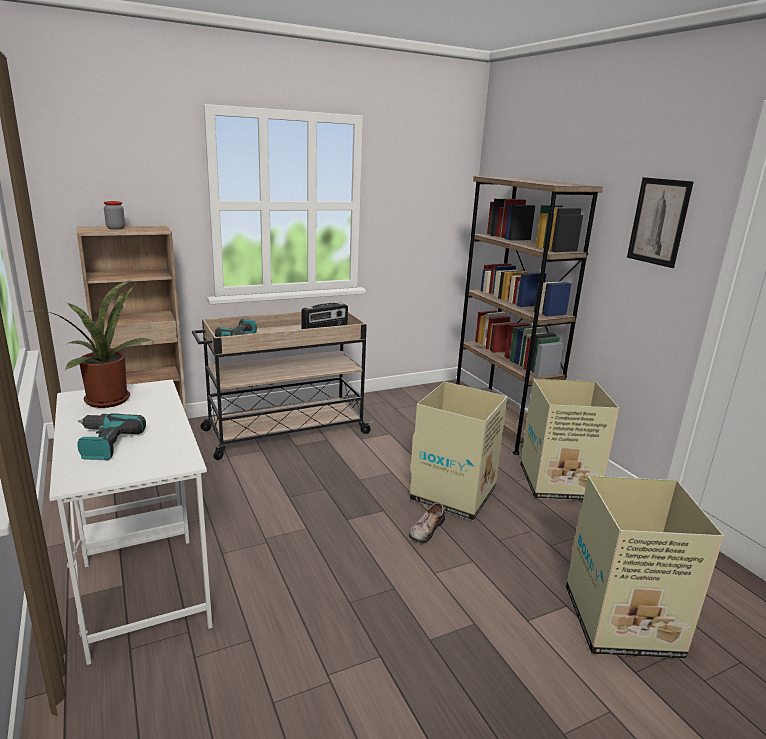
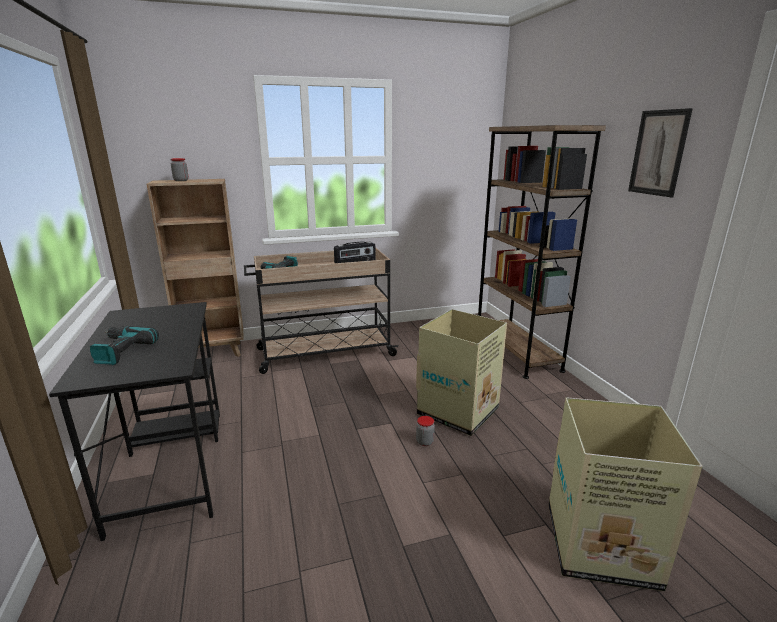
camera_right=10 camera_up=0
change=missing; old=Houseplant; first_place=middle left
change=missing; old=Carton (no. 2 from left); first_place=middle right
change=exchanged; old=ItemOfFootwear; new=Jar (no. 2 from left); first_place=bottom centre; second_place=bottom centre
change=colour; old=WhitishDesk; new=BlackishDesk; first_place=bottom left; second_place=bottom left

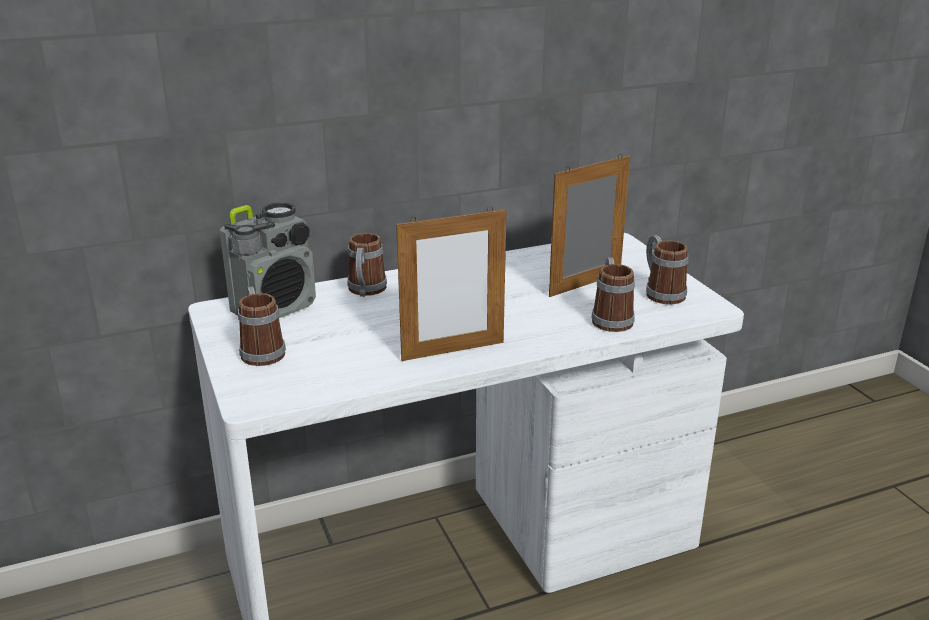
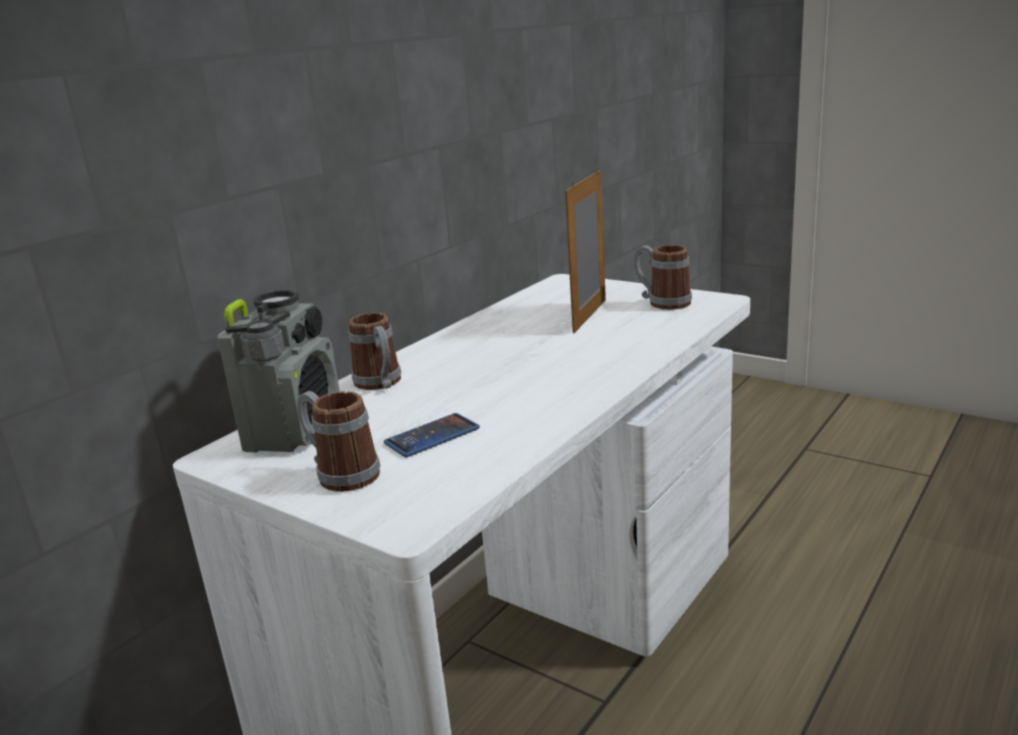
camera_right=-30 camera_up=-5
change=missing; old=PhotoFrame (no. 1 from left); first_place=centre
change=missing; old=Mug (no. 3 from left); first_place=centre
change=appeared; new=Telephone; second_place=centre

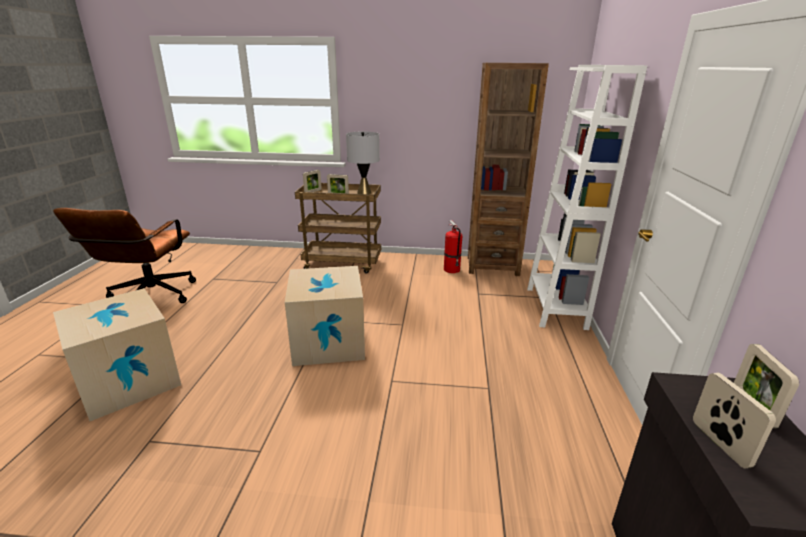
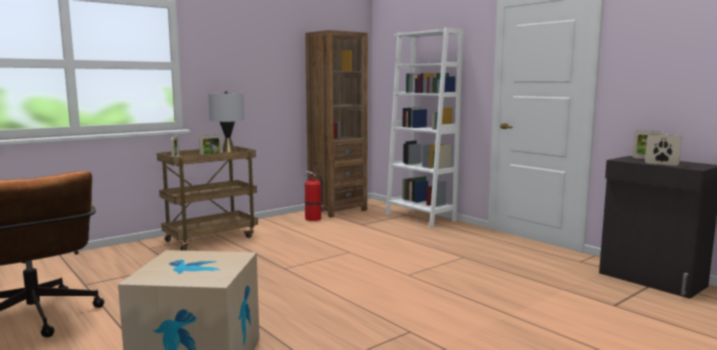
camera_right=-45 camera_up=-15
change=missing; old=Carton (no. 2 from left); first_place=centre

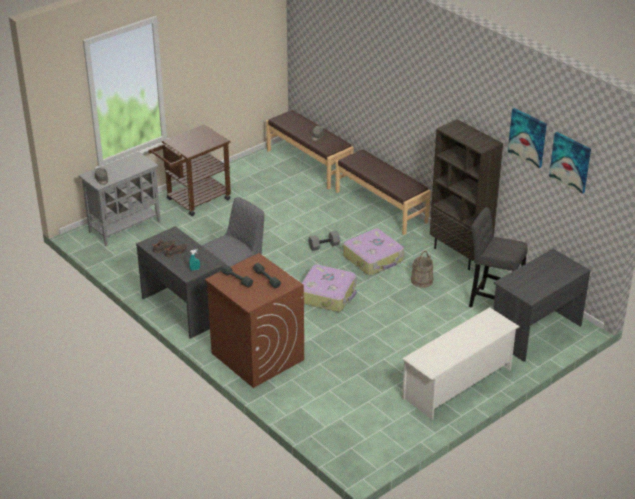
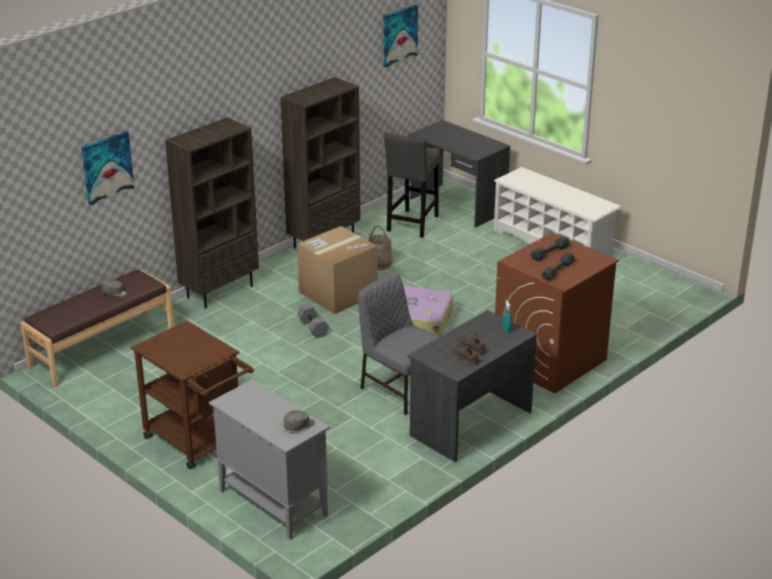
camera_right=-95 camera_up=-5
change=relocated; old=WallPicture (no. 1 from left); first_place=top right; second_place=top left
change=exchanged; old=BrownishLongSeat (no. 2 from left); new=BrownishShelvingUnit (no. 1 from left); first_place=centre; second_place=middle left
change=exchanged; old=Suitcase (no. 2 from left); new=Carton; first_place=centre; second_place=centre

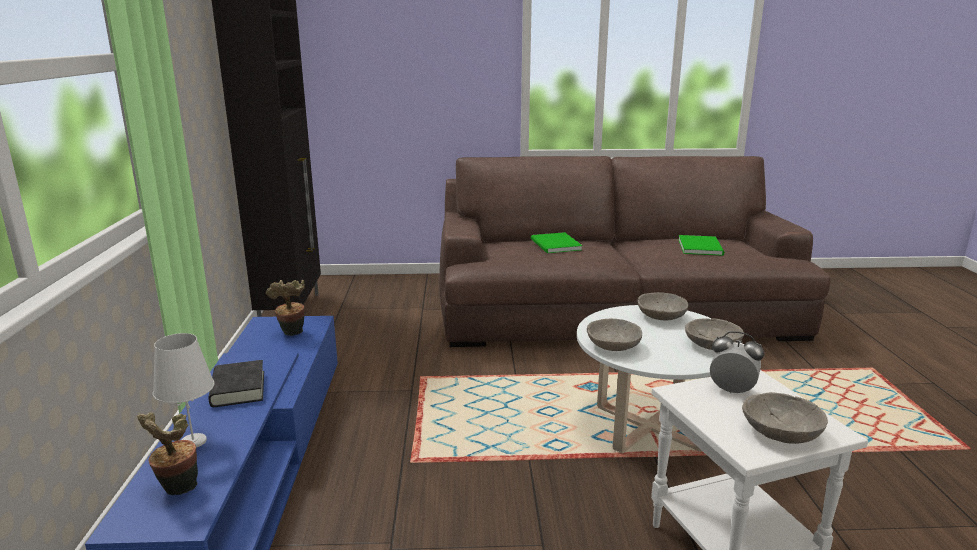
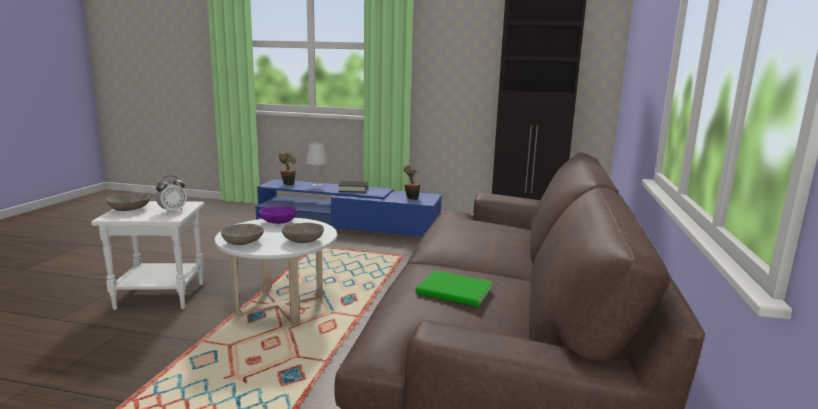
camera_right=105 camera_up=-5
change=missing; old=GreenBook (no. 1 from left); first_place=centre
change=colour; old=GreyishServingBowl (no. 1 from left); new=PurpleColouredServingBowl; first_place=centre; second_place=centre

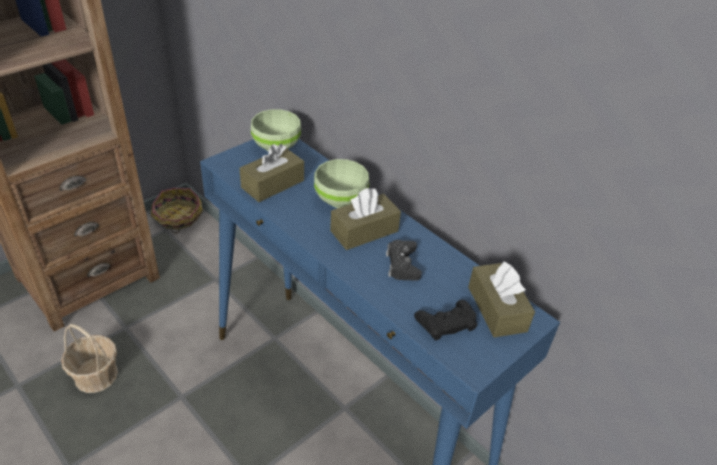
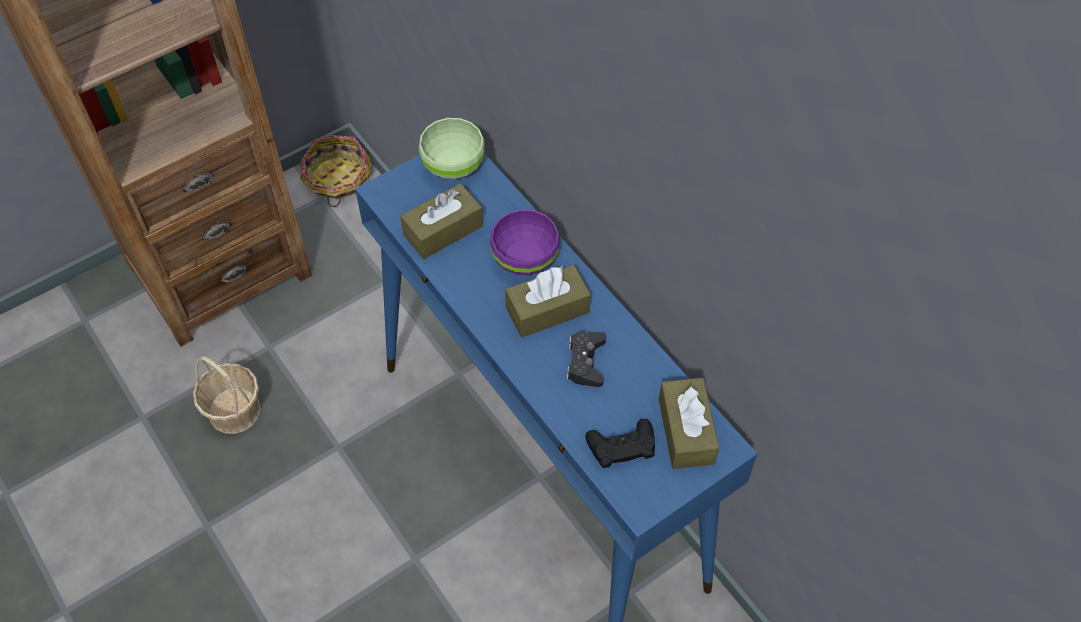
camera_right=10 camera_up=15
change=colour; old=GreenServingBowl (no. 2 from left); new=PurpleColouredServingBowl; first_place=centre; second_place=centre

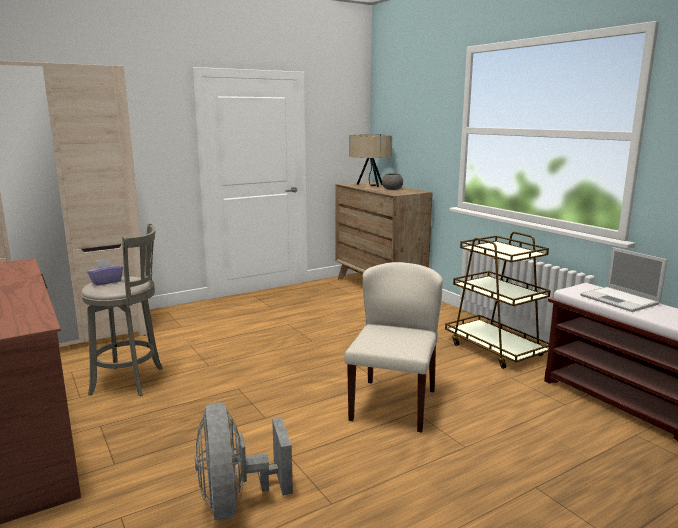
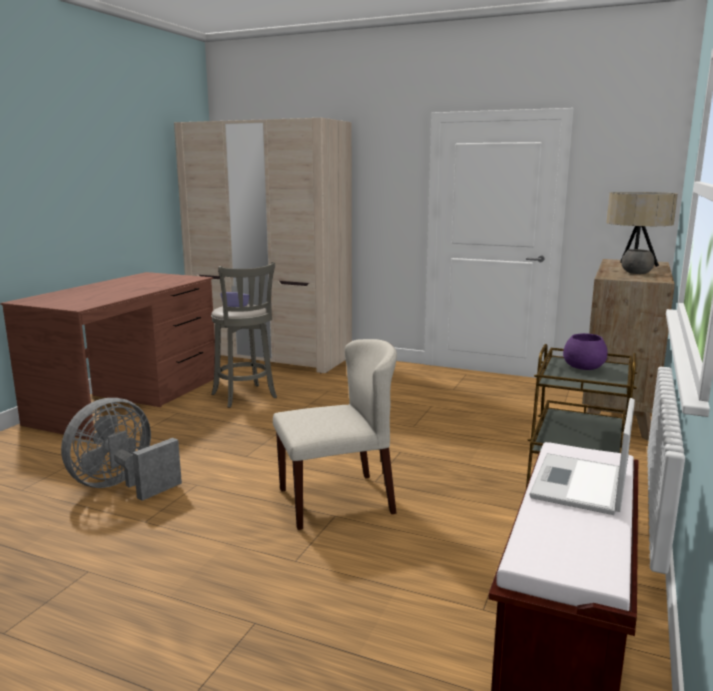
camera_right=55 camera_up=0
change=appeared; new=PurpleColouredServingBowl; second_place=middle right

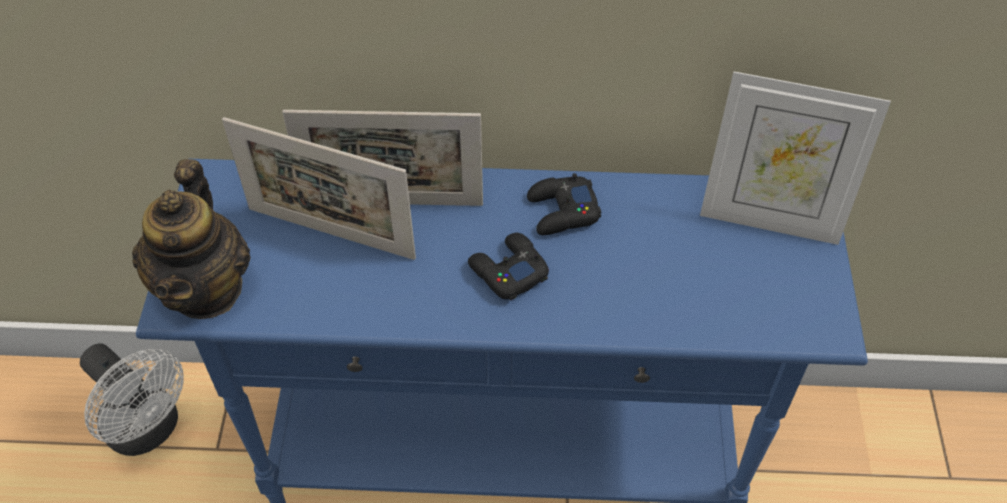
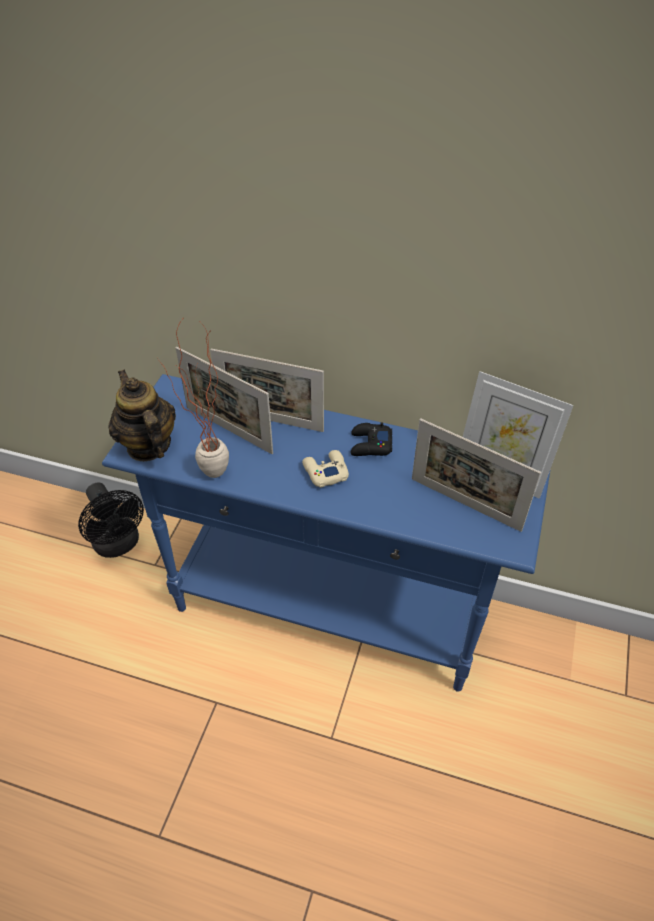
camera_right=15 camera_up=-5
change=appeared; new=Houseplant; second_place=middle left
change=appeared; new=PhotoFrame (no. 3 from left); second_place=middle right
change=colour; old=WhitishFan; new=BlackishFan; first_place=bottom left; second_place=middle left
change=colour; old=BlackishGamepad (no. 1 from left); new=BeigeGamepad; first_place=centre; second_place=centre
change=spun; old=TeaPot; first_place=middle left; second_place=middle left; degrees=135

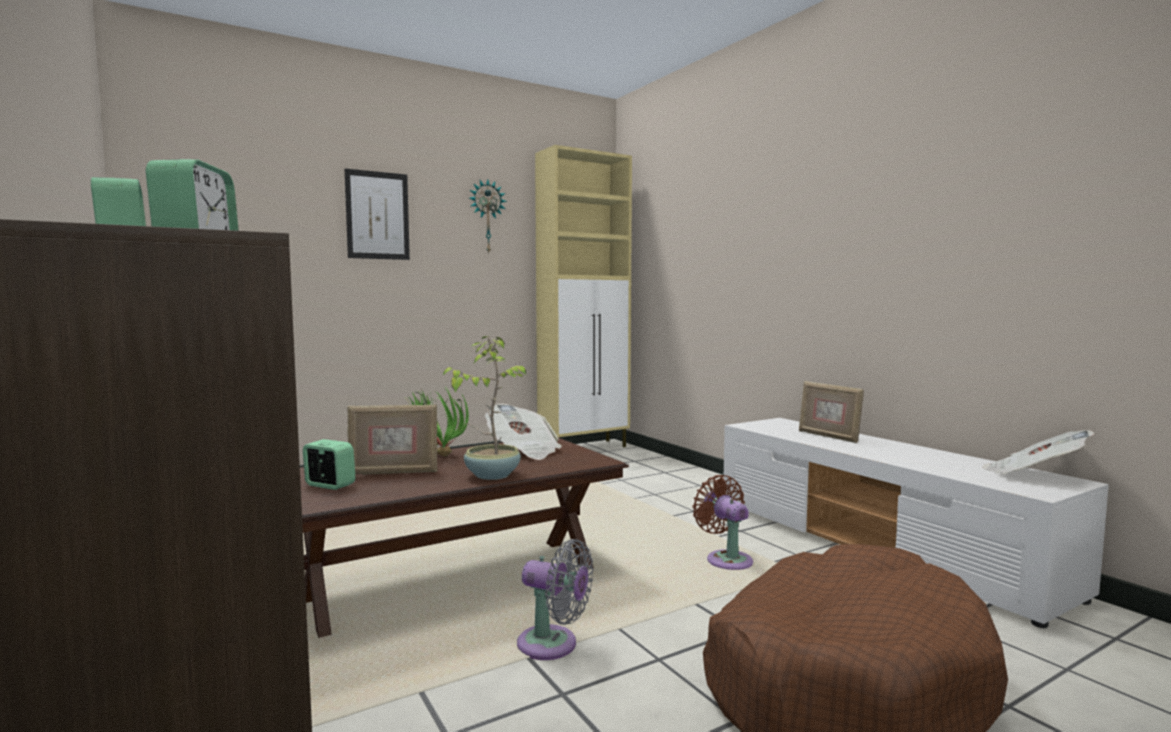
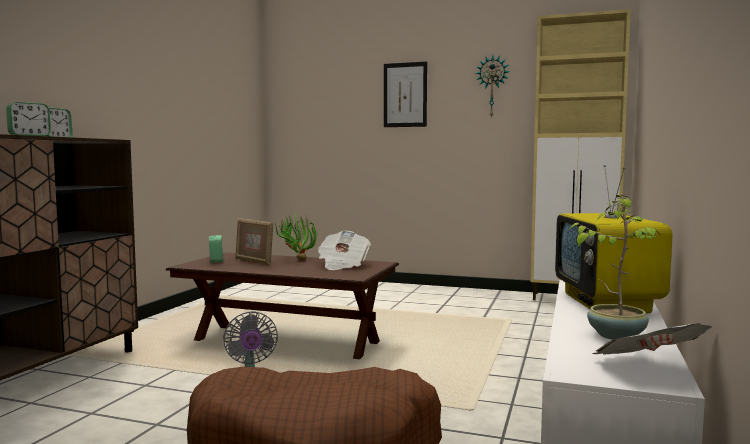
camera_right=50 camera_up=0
change=missing; old=BrownishFan; first_place=bottom centre
change=relocated; old=Houseplant (no. 2 from left); first_place=centre; second_place=middle right
change=exchanged; old=PhotoFrame (no. 2 from left); new=Television; first_place=middle right; second_place=middle right

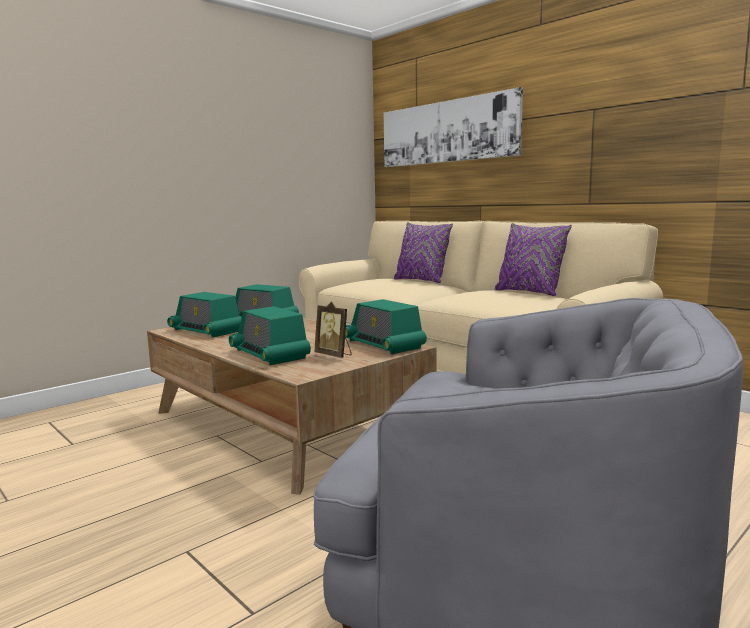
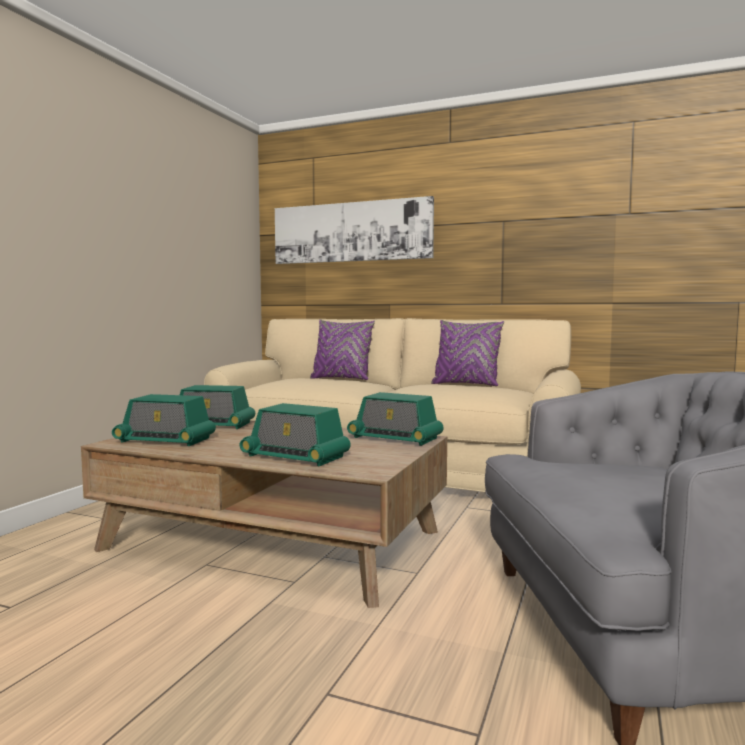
camera_right=-25 camera_up=-5
change=missing; old=PhotoFrame; first_place=centre

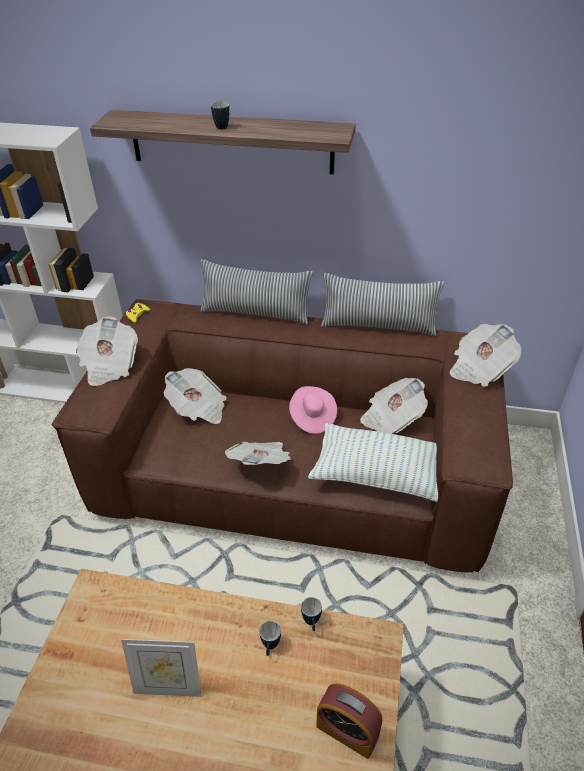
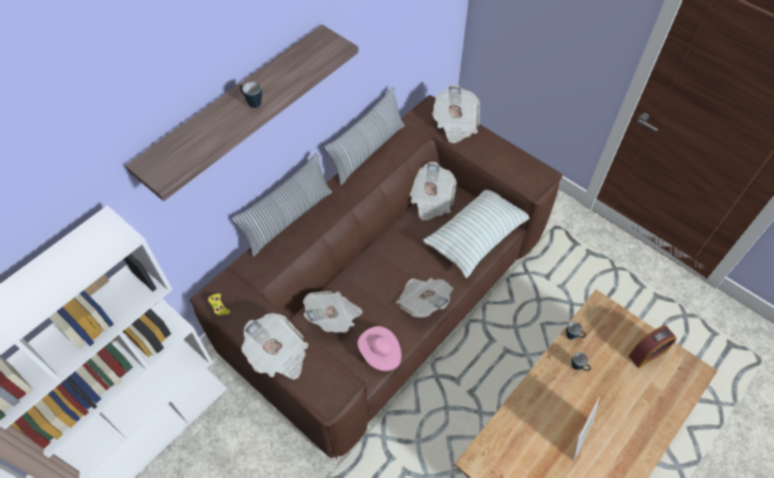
camera_right=-60 camera_up=15
change=relocated; old=PinkishWearableHat; first_place=centre; second_place=bottom centre

